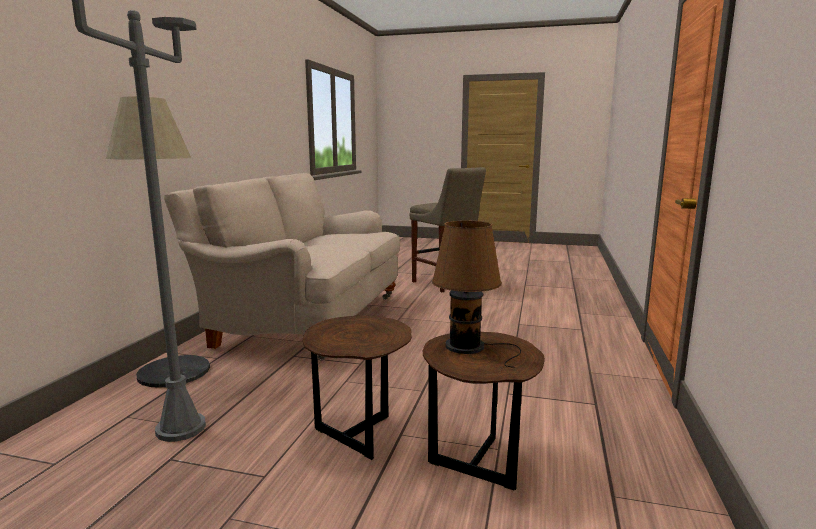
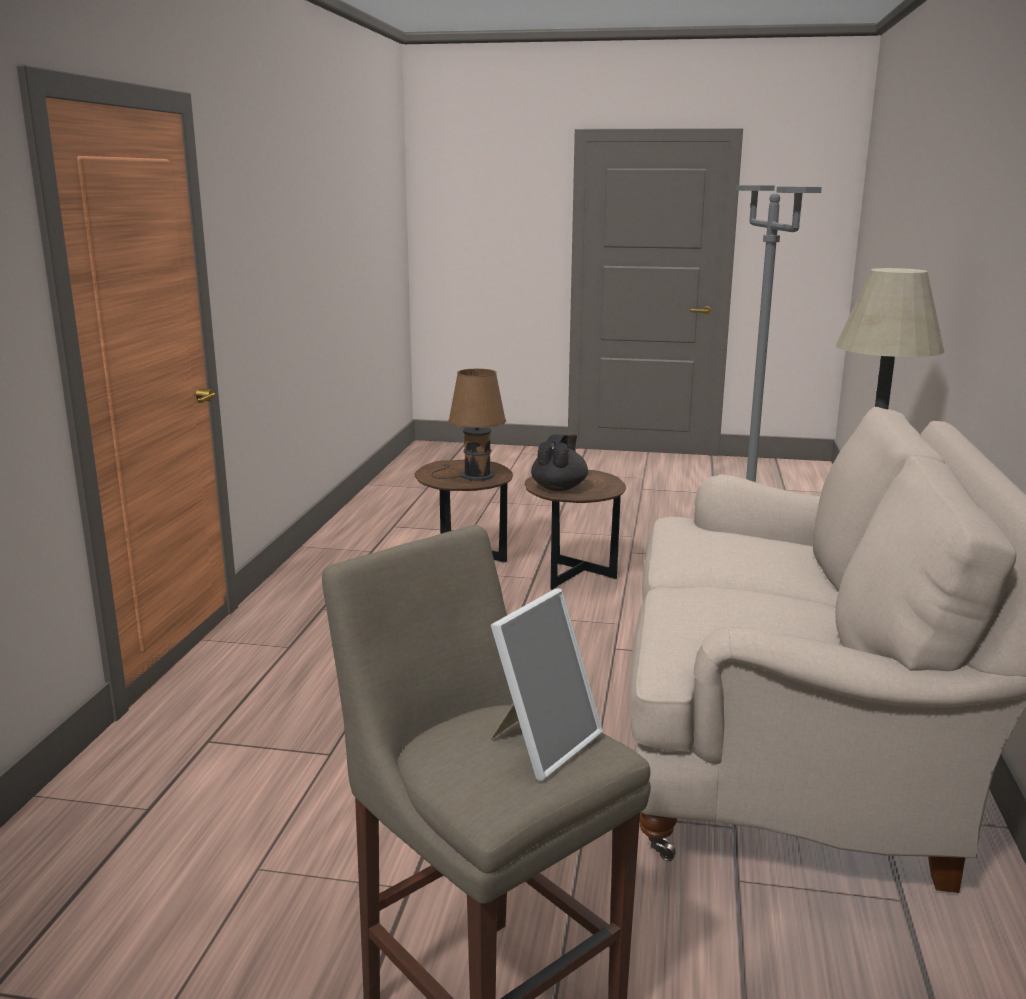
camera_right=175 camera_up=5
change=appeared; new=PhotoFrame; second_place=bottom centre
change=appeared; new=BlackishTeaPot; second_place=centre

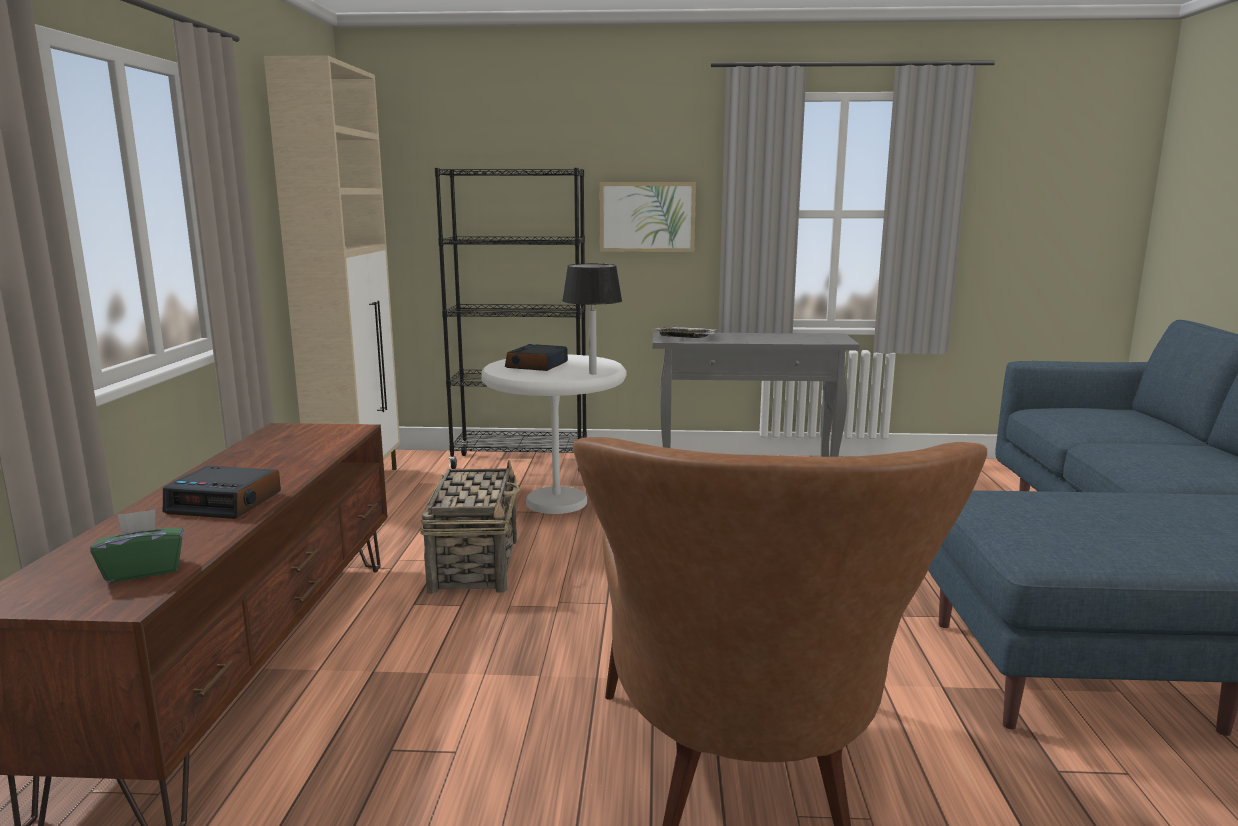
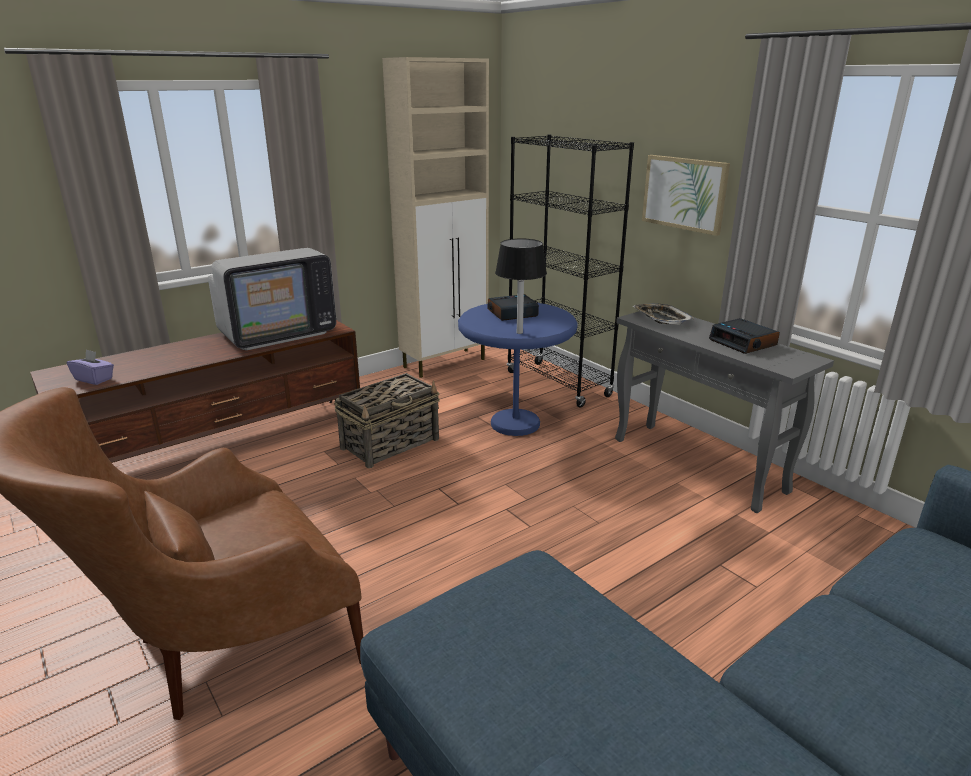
camera_right=50 camera_up=10
change=appeared; new=Television; second_place=middle left
change=relocated; old=BedsideClock (no. 1 from left in the first image); new=BedsideClock (no. 2 from left); first_place=middle left; second_place=middle right
change=colour; old=GreenBoxOfTissues; new=PurpleColouredBoxOfTissues; first_place=middle left; second_place=middle left
change=colour; old=WhitishAccentTable; new=BlueColouredAccentTable; first_place=centre; second_place=centre

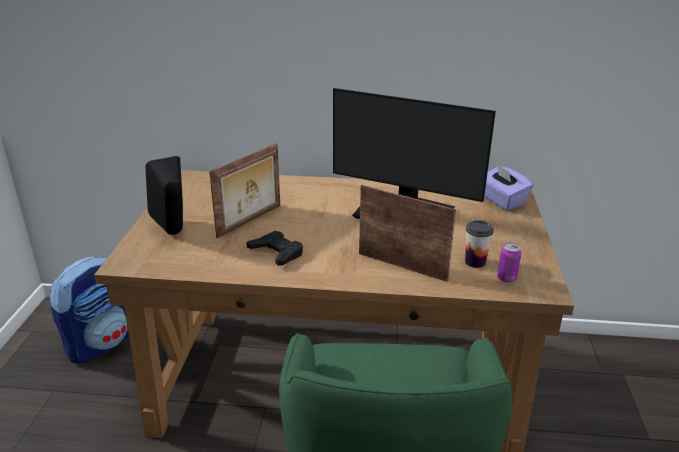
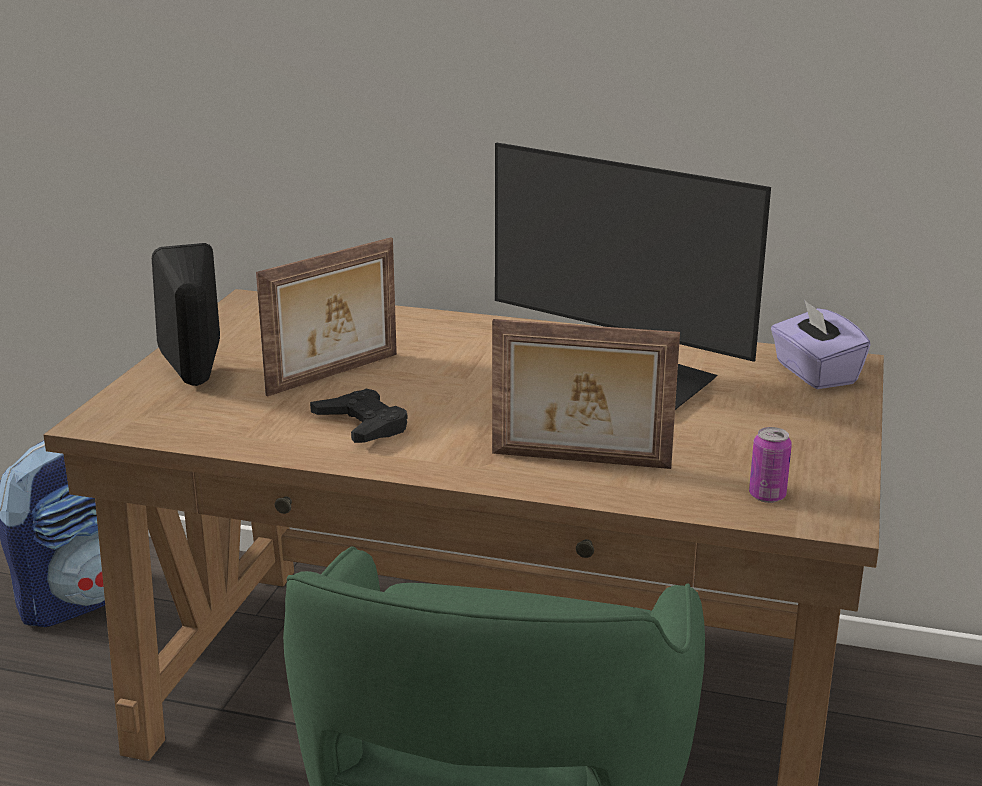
camera_right=10 camera_up=-5
change=missing; old=SmallCup; first_place=middle right
change=spun; old=PhotoFrame (no. 2 from left); first_place=centre; second_place=centre; degrees=150

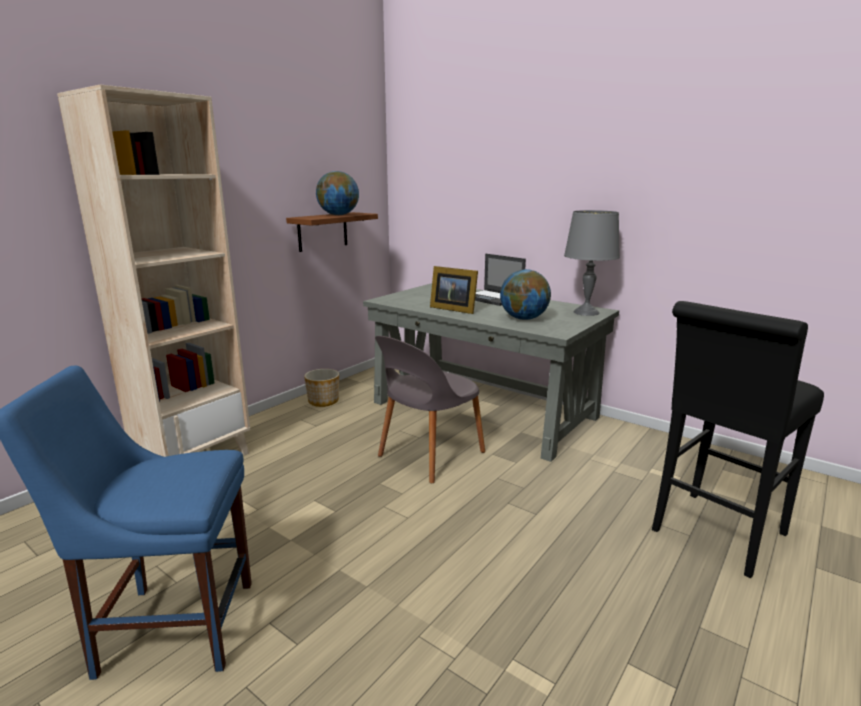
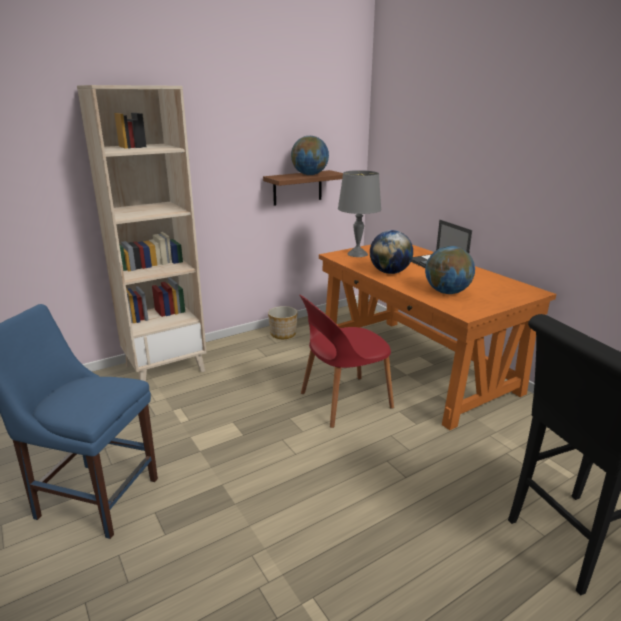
camera_right=20 camera_up=5
change=relocated; old=GreyishTabletopLamp; first_place=middle right; second_place=centre
change=exchanged; old=PhotoFrame; new=Globe (no. 2 from left); first_place=centre; second_place=centre
change=colour; old=GreyishDesk; new=OrangeDesk; first_place=centre; second_place=middle right
change=colour; old=GreyishPlainChair; new=RedPlainChair; first_place=centre; second_place=centre

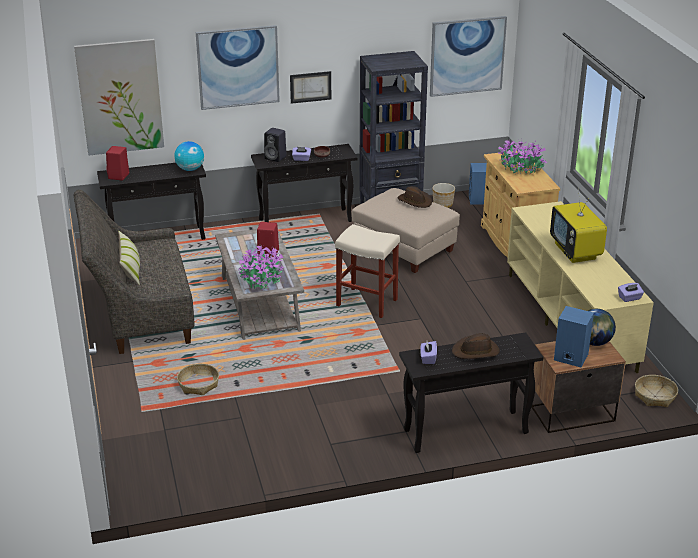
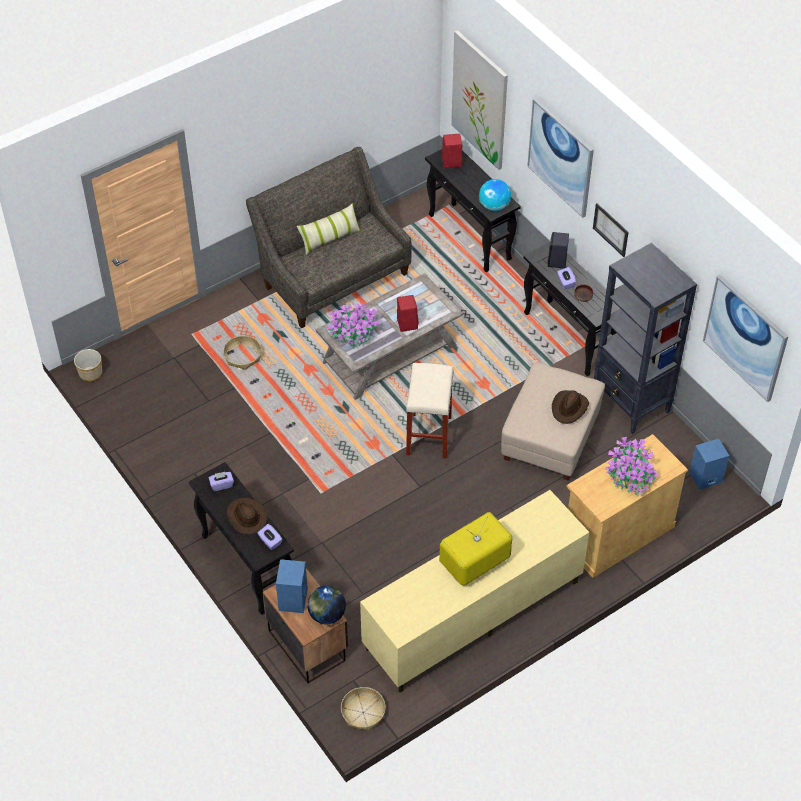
camera_right=70 camera_up=20
change=relocated; old=PlantPot; first_place=centre; second_place=middle left
change=relocated; old=PurpleColouredBoxOfTissues (no. 3 from left in the first image); new=PurpleColouredBoxOfTissues (no. 2 from left); first_place=middle right; second_place=bottom centre

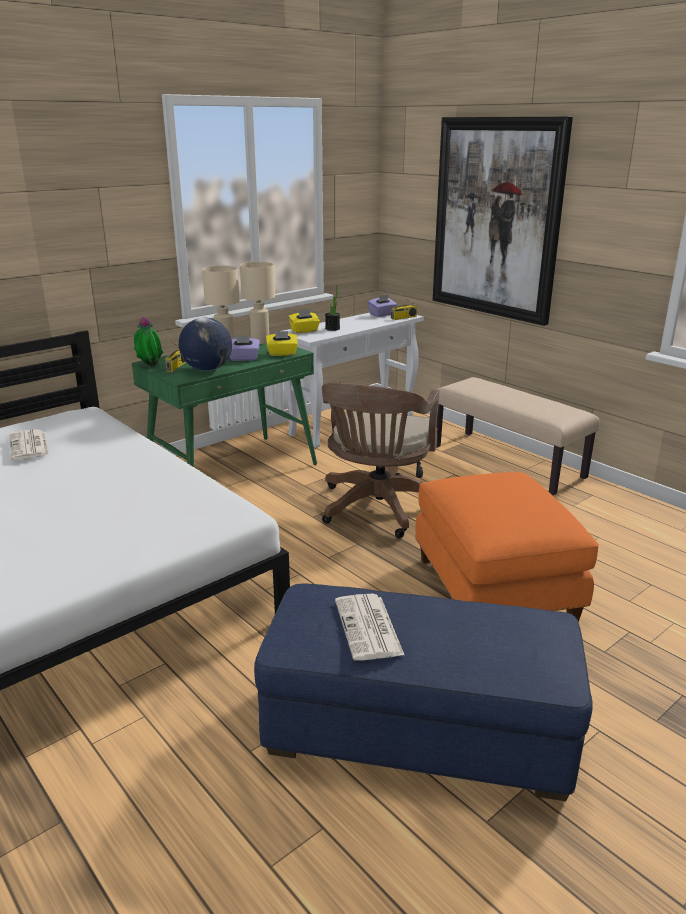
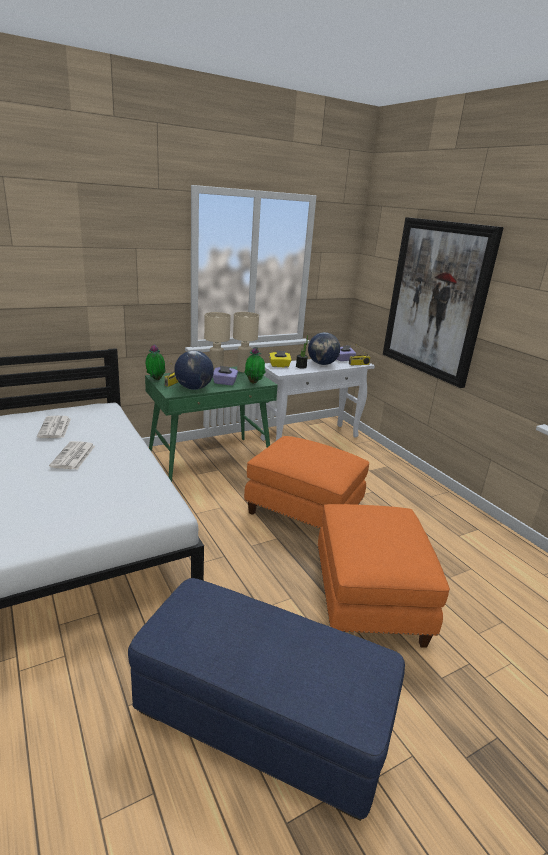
camera_right=10 camera_up=0
change=missing; old=BeigeLongSeat; first_place=middle right
change=appeared; new=Globe (no. 2 from left); second_place=centre
change=relocated; old=DailyPaper (no. 2 from left); first_place=bottom centre; second_place=middle left
change=exchanged; old=YellowishBoxOfTissues (no. 1 from left); new=Houseplant (no. 2 from left); first_place=centre; second_place=centre
change=exchanged; old=BrownishDeskChair; new=OrangeOttoman (no. 1 from left); first_place=centre; second_place=centre

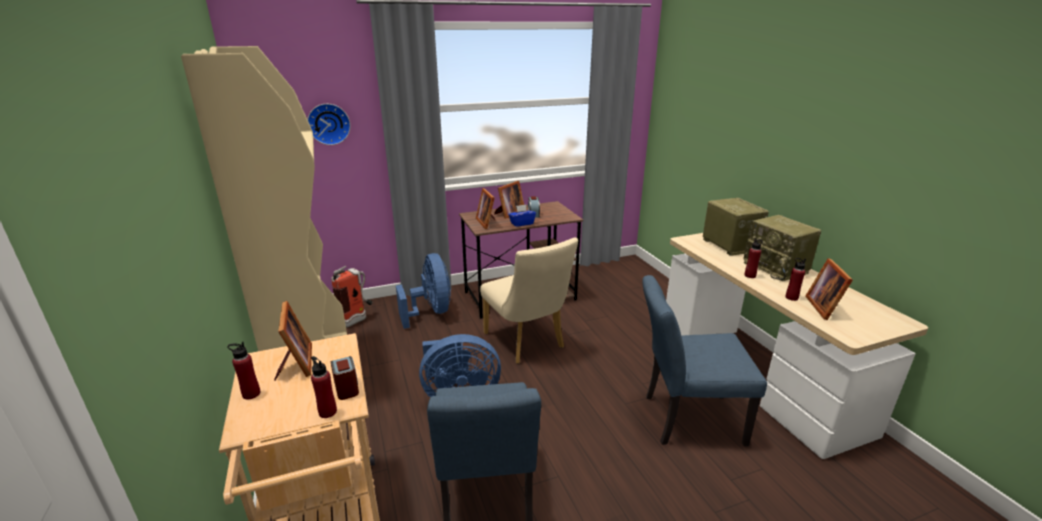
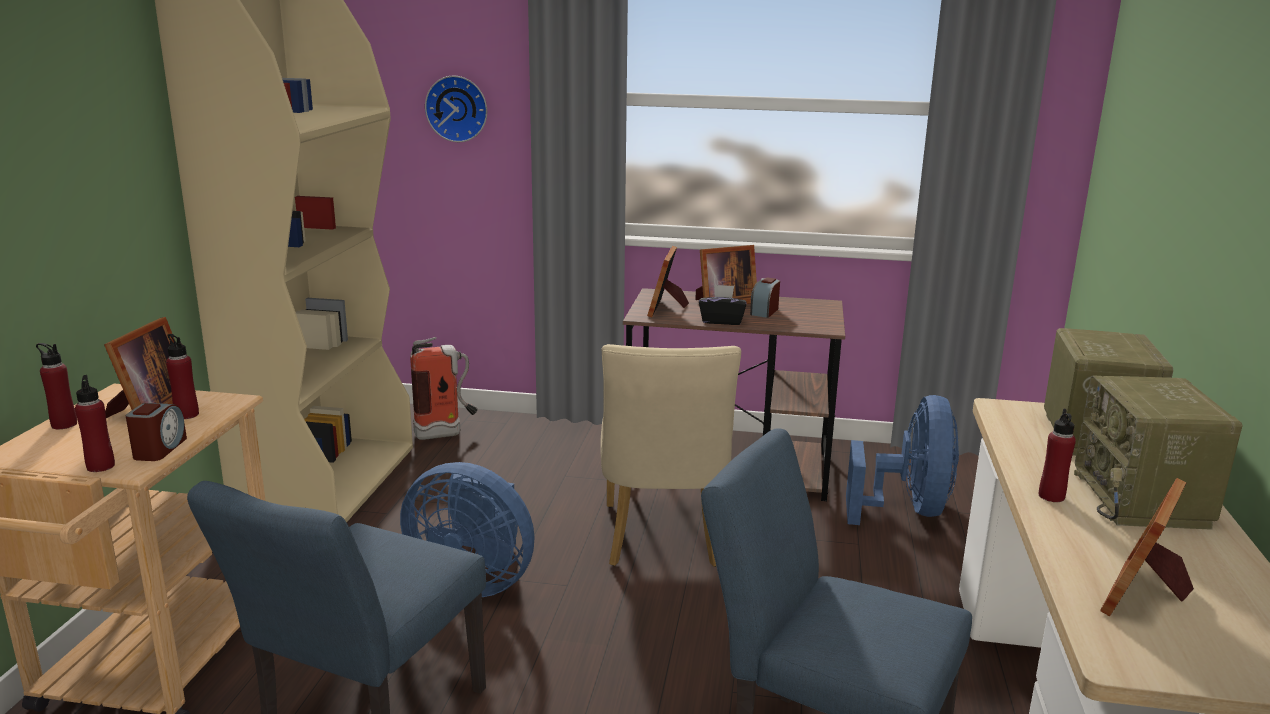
camera_right=30 camera_up=-5
change=relocated; old=BlueColouredFan (no. 1 from left in the first image); new=BlueColouredFan (no. 2 from left); first_place=centre; second_place=middle right
change=relocated; old=RedBeverageBottle (no. 4 from left in the first image); new=RedBeverageBottle (no. 3 from left); first_place=middle right; second_place=middle left
change=colour; old=BlueColouredBoxOfTissues; new=BlackishBoxOfTissues; first_place=centre; second_place=centre

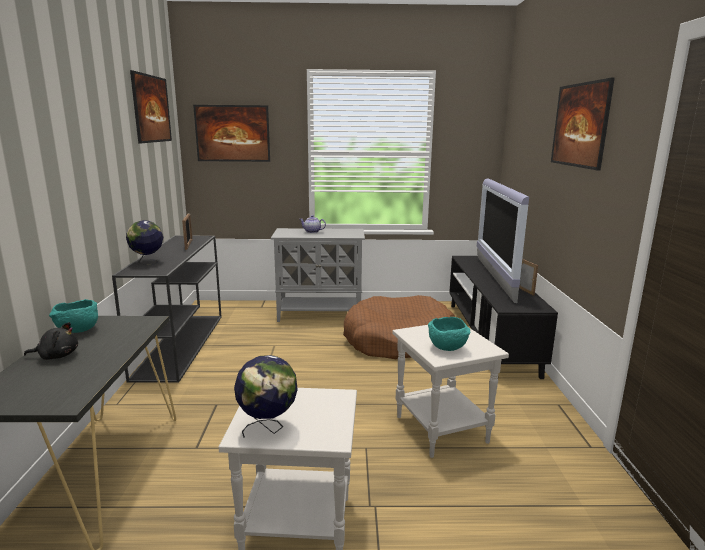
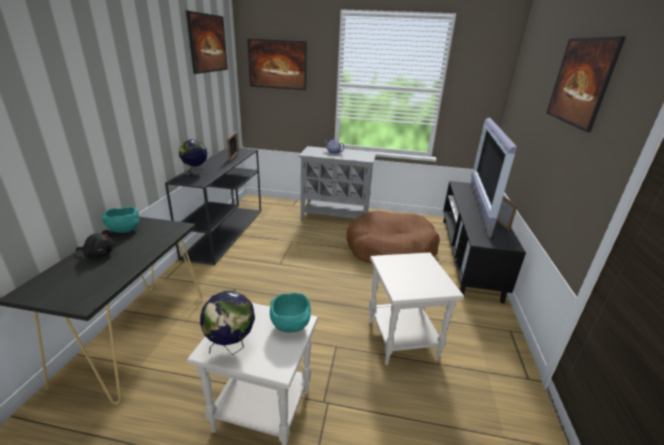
camera_right=10 camera_up=10
change=relocated; old=TurquoiseColouredServingBowl (no. 2 from left); first_place=centre; second_place=bottom centre

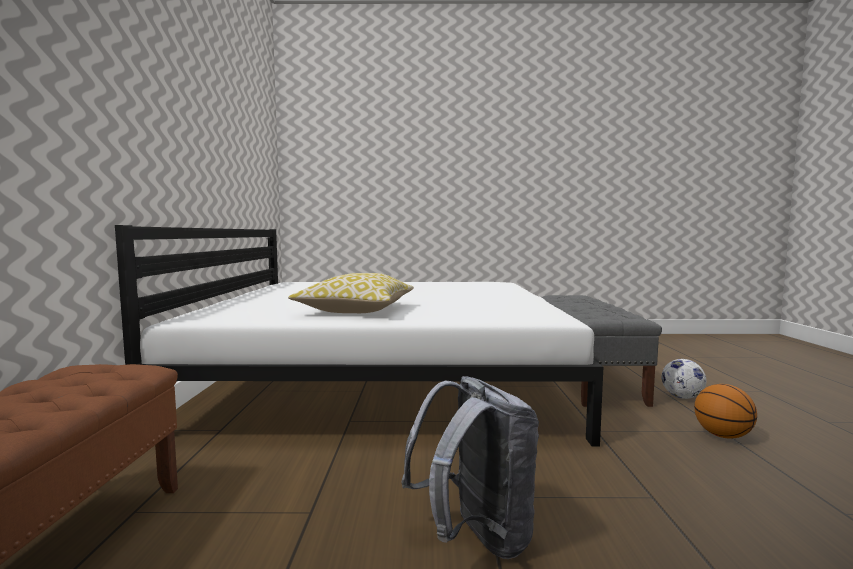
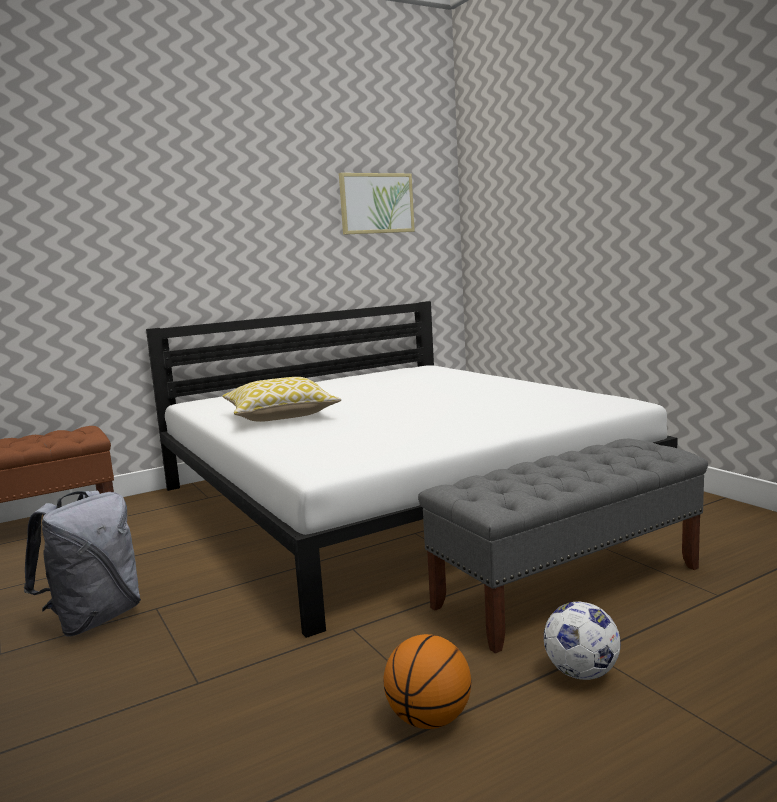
camera_right=60 camera_up=5
change=appeared; new=WallPicture; second_place=top centre

